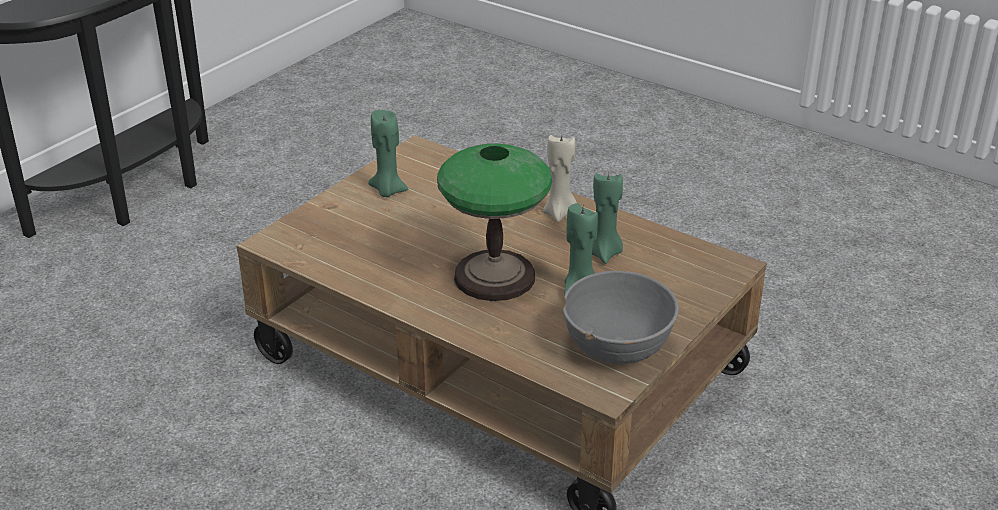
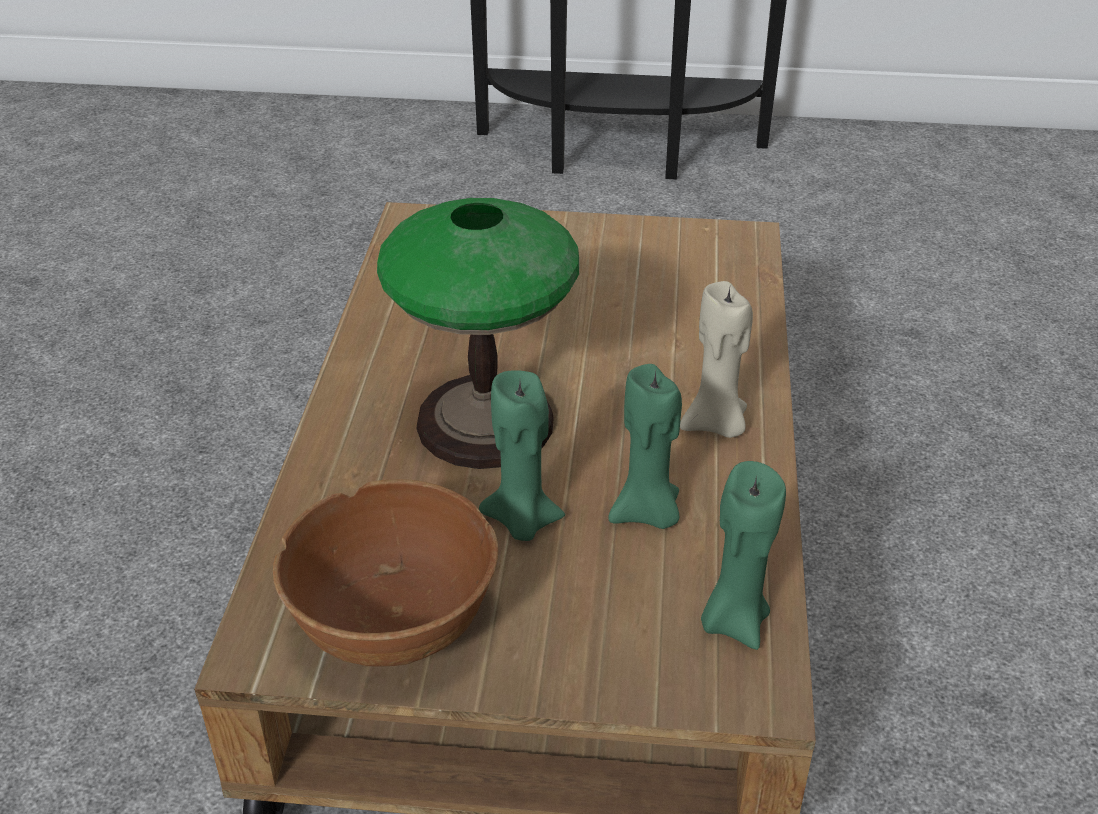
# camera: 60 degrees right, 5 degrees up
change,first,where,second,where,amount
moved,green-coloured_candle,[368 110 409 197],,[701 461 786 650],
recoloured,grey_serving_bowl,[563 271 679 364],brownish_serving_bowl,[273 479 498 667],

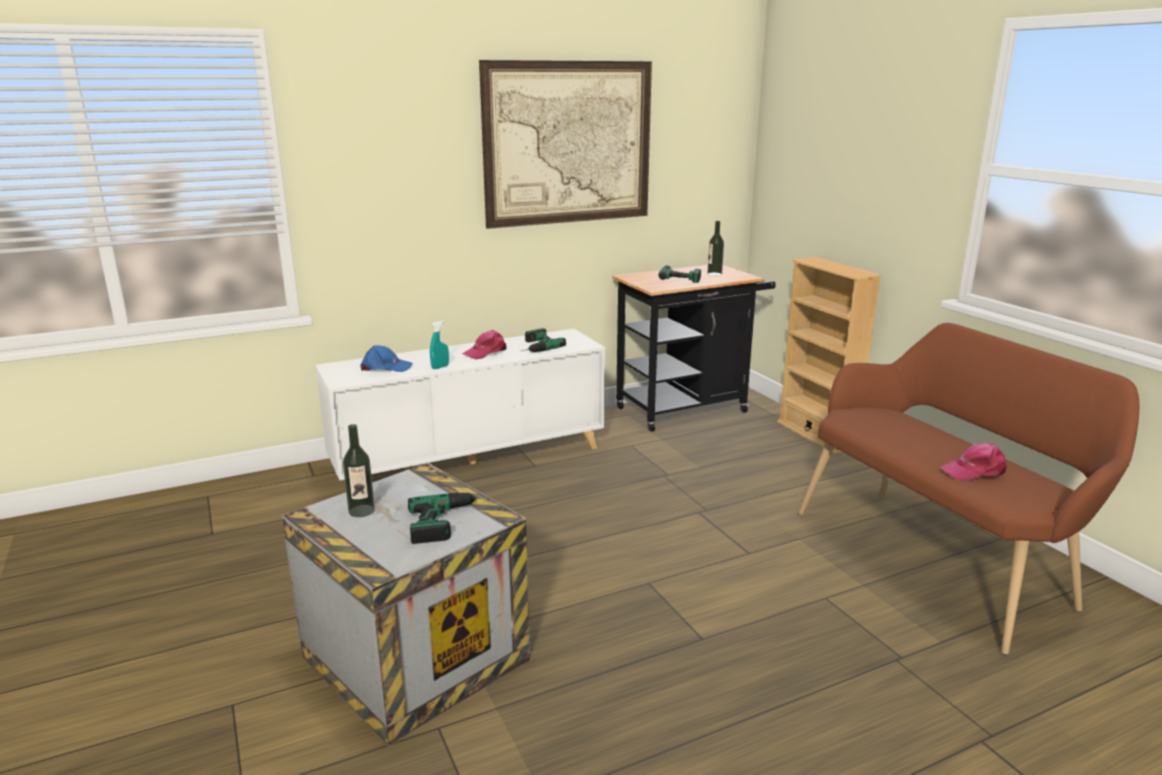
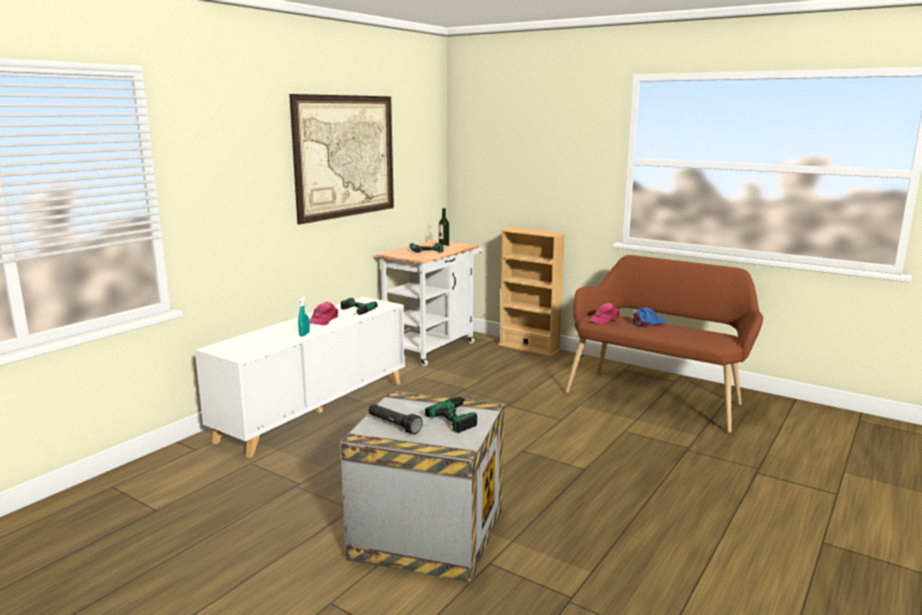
# camera: 30 degrees left, 5 degrees down
change,first,where,second,where,amount
replaced,drink_bottle,[343 424 375 517],blackish_flashlight,[369 404 423 434],
moved,bluish_baseball_cap,[360 346 412 372],,[633 308 665 327],
recoloured,blackish_cart,[612 265 775 432],whitish_cart,[377 240 483 366],
moved,pink_baseball_cap,[939 443 1007 481],,[588 303 620 325],

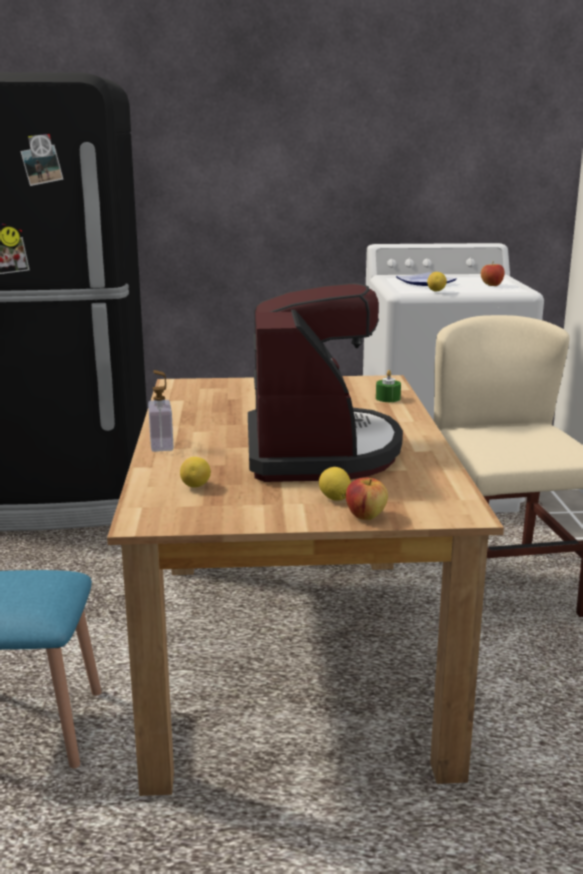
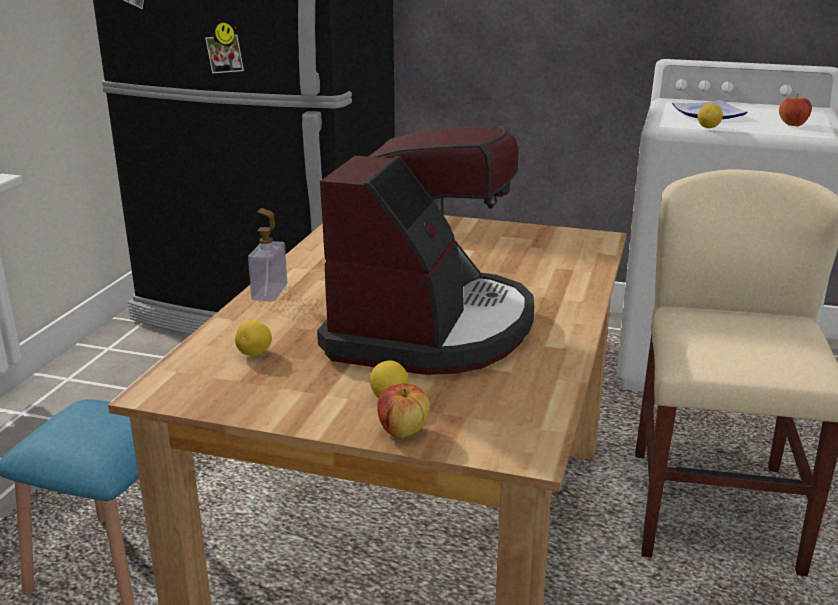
# camera: 20 degrees right, 5 degrees up
change,first,where,second,where,amount
removed,green-coloured_candle,[376 370 401 402],,,

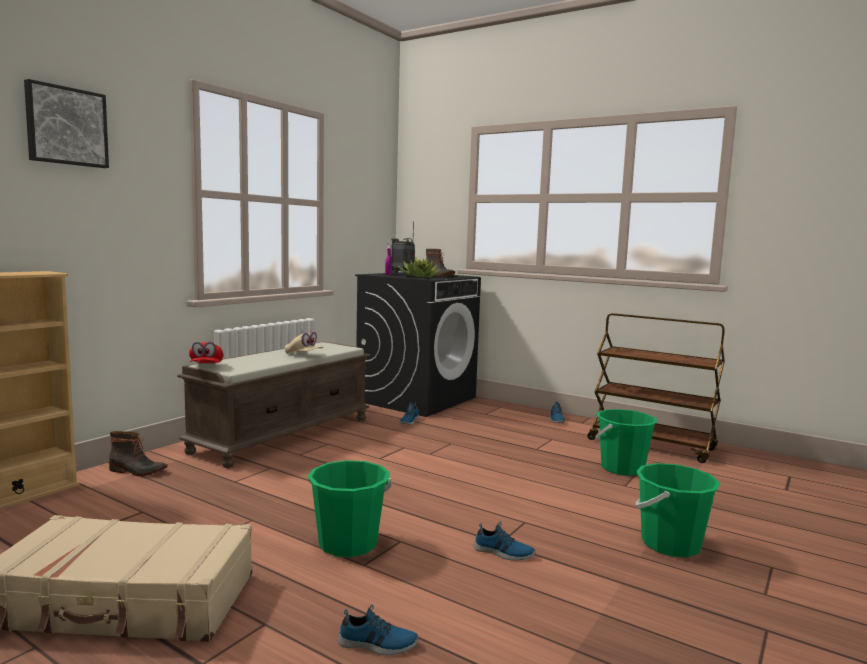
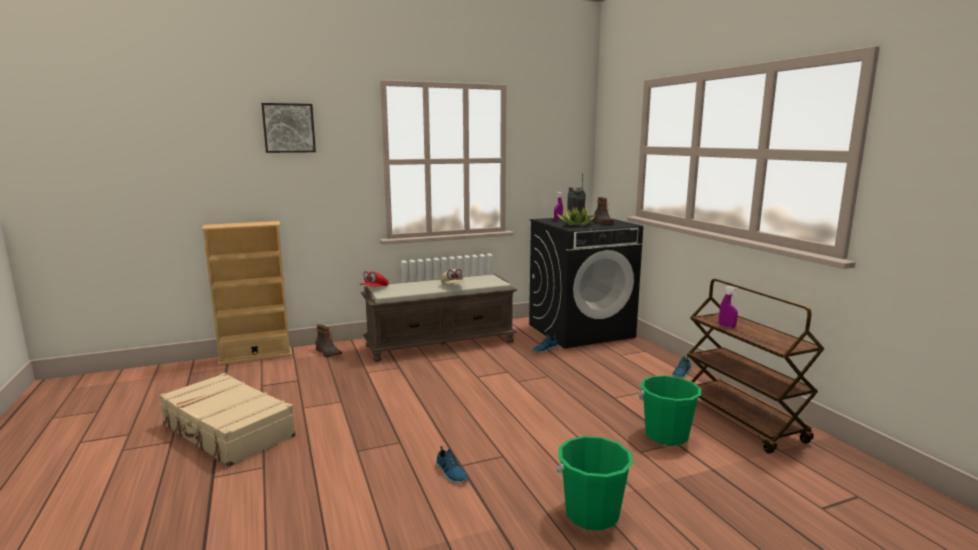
# camera: 35 degrees right, 5 degrees up
change,first,where,second,where,amount
removed,green-coloured_water_bucket,[308 460 391 557],,,
removed,item_of_footwear,[338 605 418 655],,,
added,,,purple_hand_sprayer,[719 286 738 328],

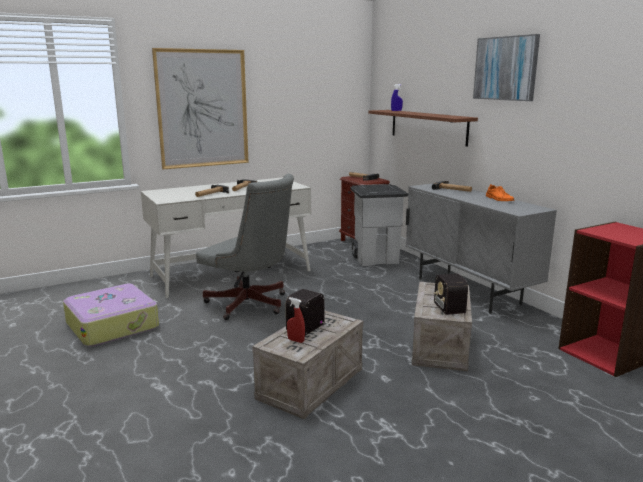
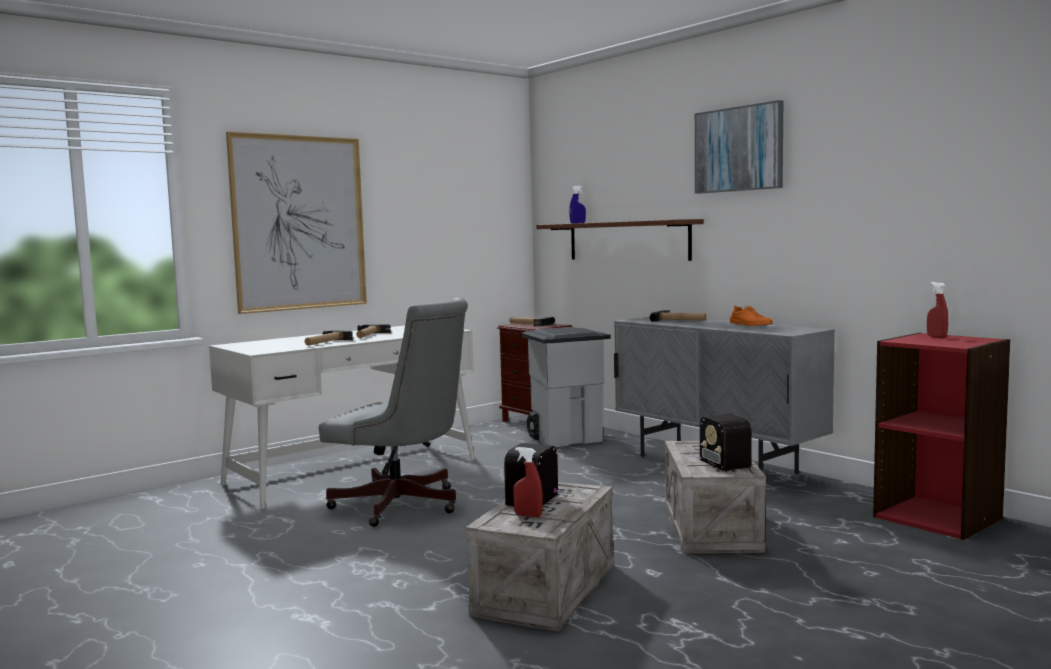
# camera: 10 degrees left, 10 degrees down
change,first,where,second,where,amount
removed,piece_of_luggage,[63 284 159 347],,,
added,,,reddish_hand_sprayer,[927 282 948 338],

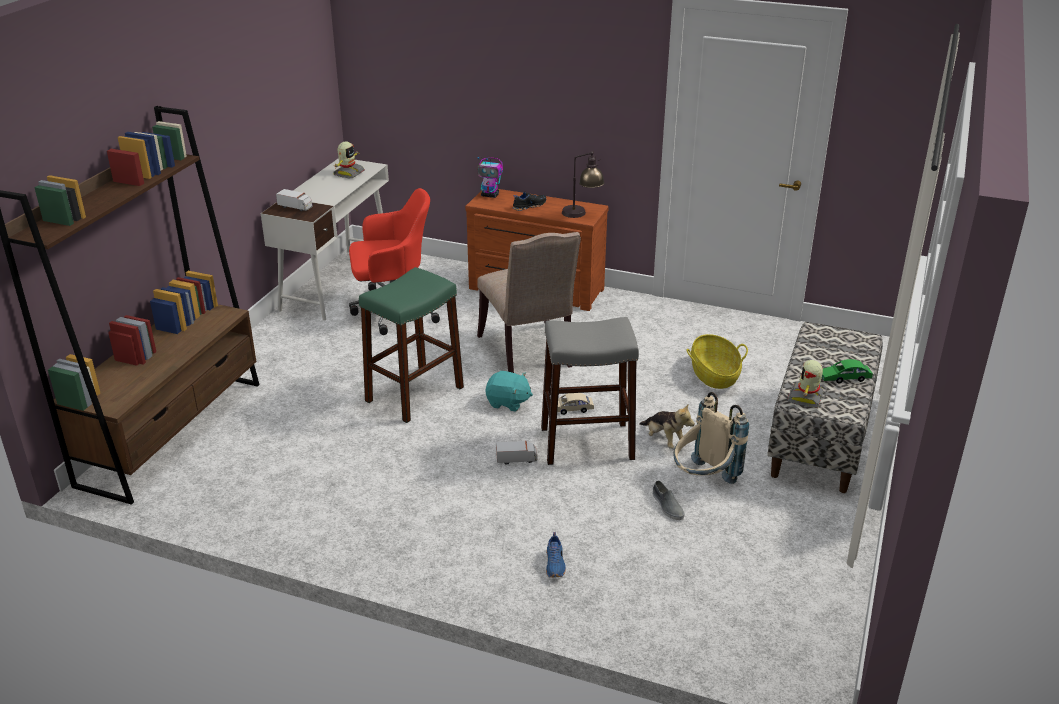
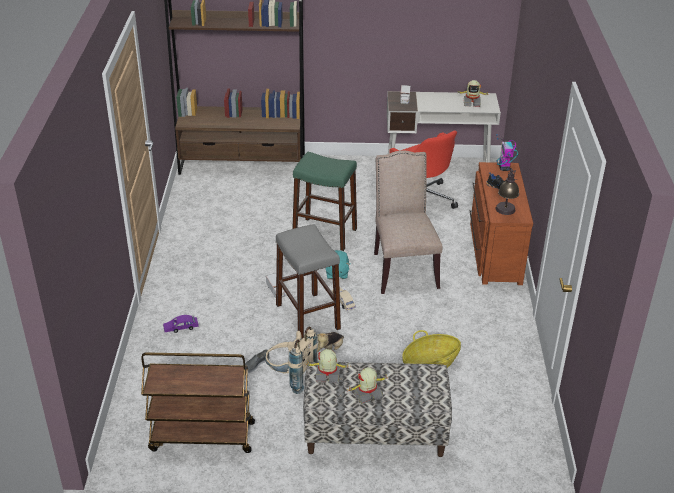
# camera: 70 degrees right, 5 degrees up
change,first,where,second,where,amount
turned,beige_upright_chair,[477 232 581 373],,[374 150 442 294],120 degrees clockwise
replaced,bluish_item_of_footwear,[546 532 566 577],purple_toy_car,[163 315 199 333],
replaced,green-coloured_toy_car,[822 359 873 383],model_robot,[349 367 388 404],
added,,,brownish_cart,[141 352 255 453],

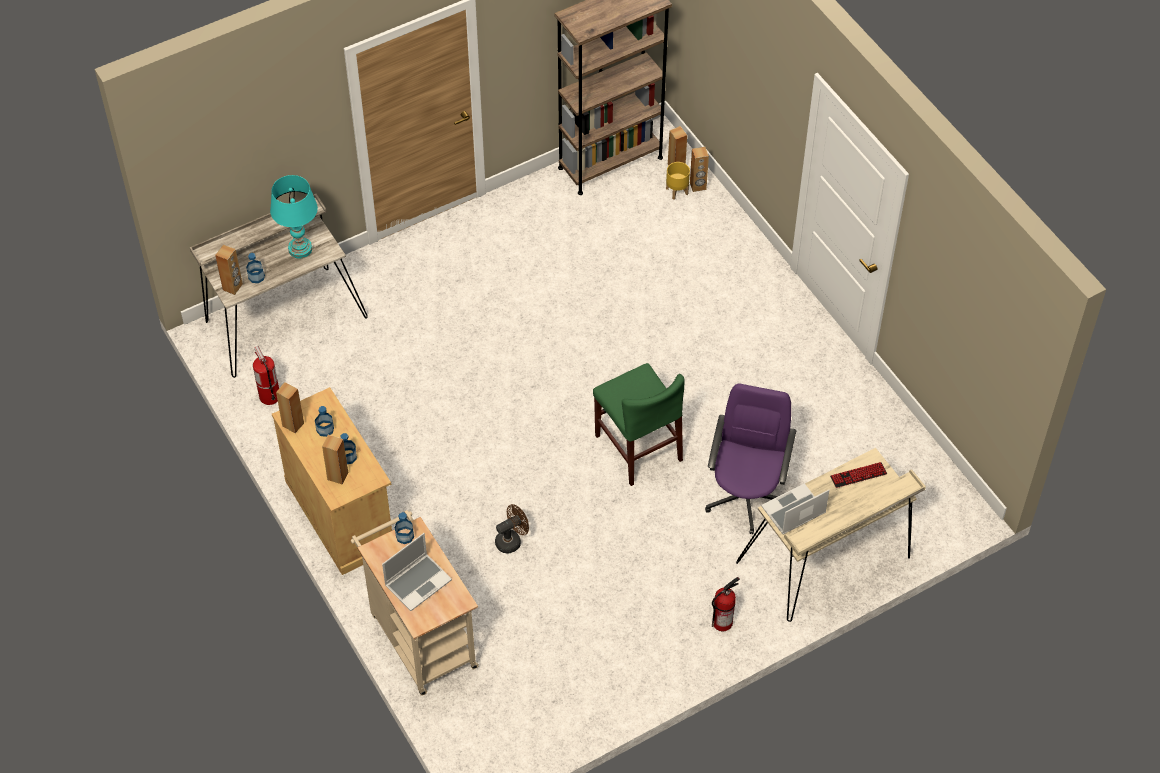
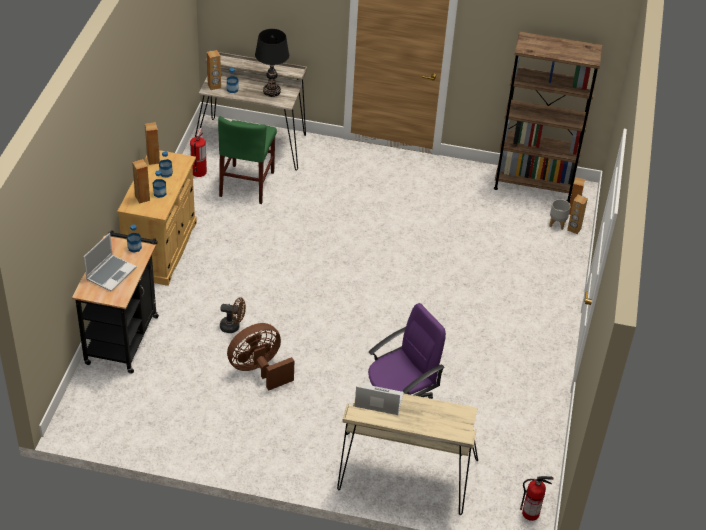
# camera: 40 degrees right, 10 degrees down
change,first,where,second,where,amount
recoloured,turquoise_tabletop_lamp,[270 175 318 259],blackish_tabletop_lamp,[255 29 289 97],
recoloured,beige_cart,[351 510 479 696],blackish_cart,[72 230 159 374],
turned,portable_computer,[382 533 452 611],,[84 233 136 292],60 degrees counterclockwise
moved,green-coloured_upright_chair,[593 363 684 486],,[218 116 277 204],
recoloured,yellow_plant_pot,[666 162 690 200],grey_plant_pot,[549 199 571 230],
moved,extinguisher,[712 577 740 631],,[520 476 553 521],
removed,computer_keyboard,[830 462 887 488],,,
added,,,brownish_cooling_fan,[227 323 294 390],

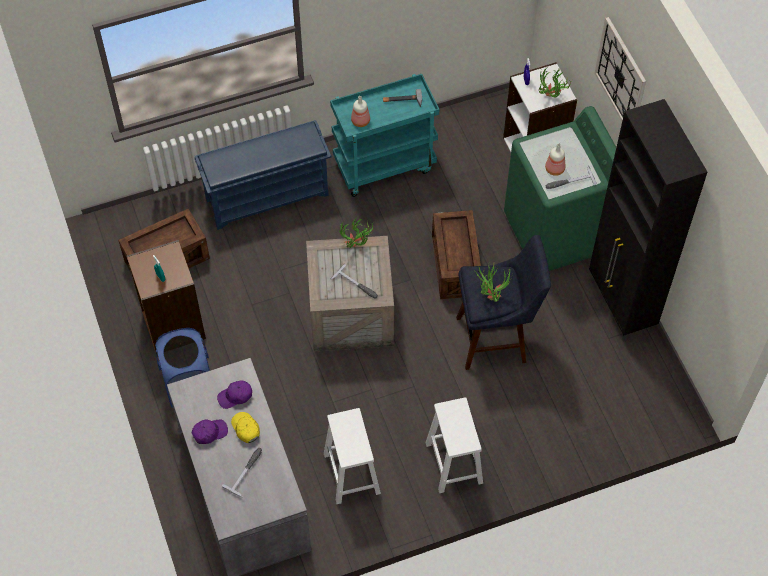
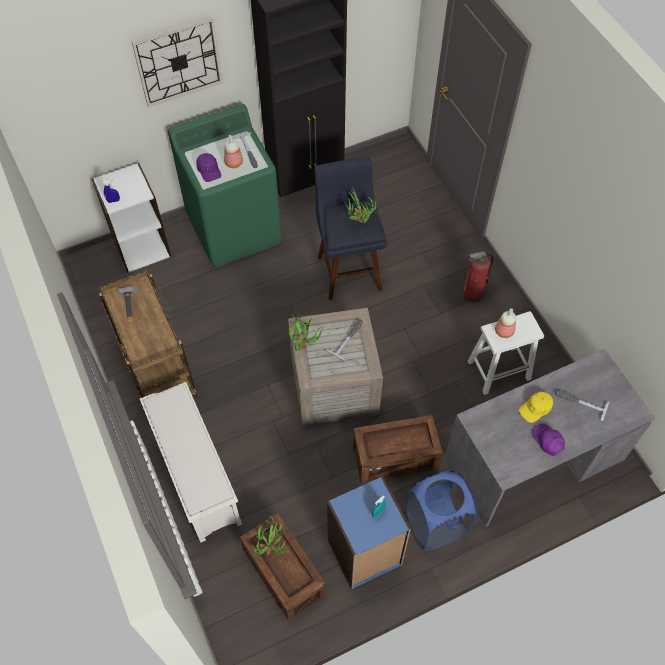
# camera: 95 degrees left, 0 degrees up
change,first,where,second,where,amount
recoloured,brownish_bookshelf,[127 240 206 354],bluish_bookshelf,[327 476 411 589],
recoloured,bluish_shoe_rack,[195 120 331 230],whitish_shoe_rack,[140 382 242 543],
moved,purple_baseball_cap,[217 380 252 409],,[196 153 221 182],
recoloured,turquoise_cart,[330 74 439 197],brownish_cart,[99 270 198 398],
moved,drink_bottle,[351 96 370 127],,[495 308 516 338],
replaced,whitish_sitting_stool,[425 397 483 493],extinguisher,[463 251 493 303],
moved,shipping_crate,[432 210 481 299],,[353 415 443 483],
moved,potted_plant,[539 67 572 97],,[254 515 290 555],

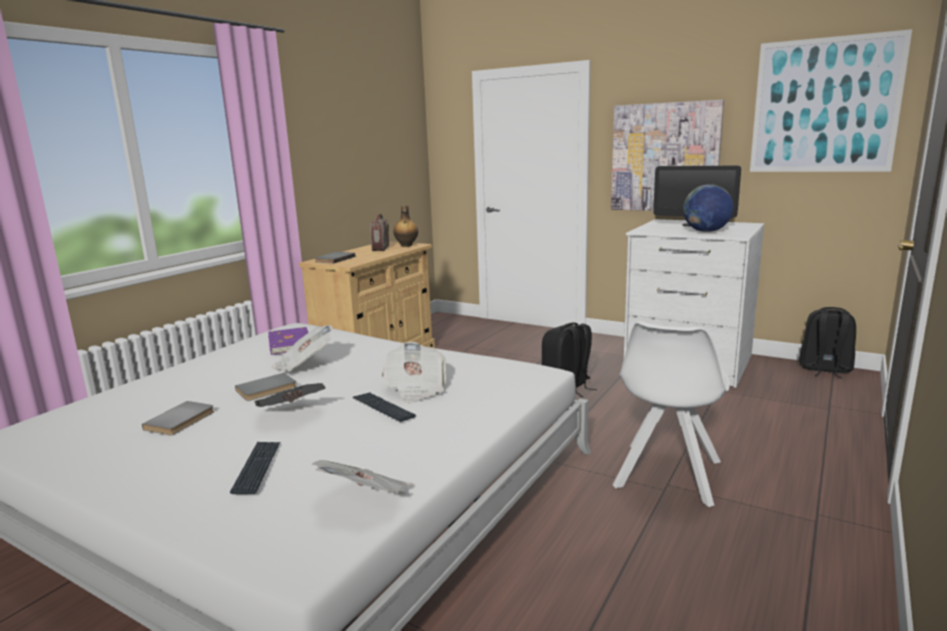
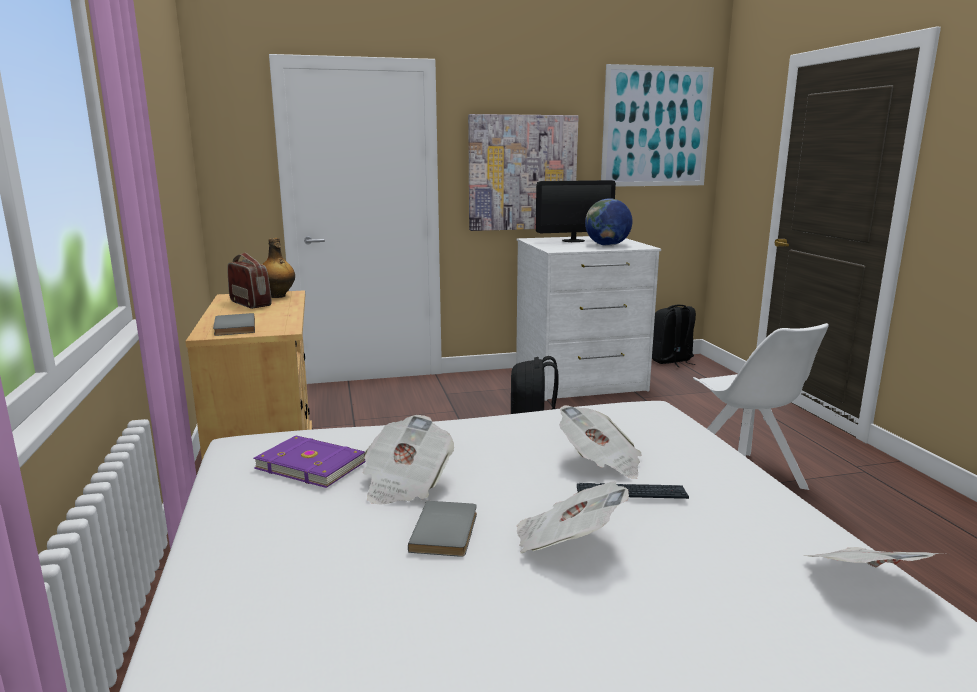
# camera: 45 degrees left, 0 degrees up
change,first,where,second,where,amount
removed,grey_book,[142 401 214 435],,,
removed,computer_keyboard,[230 442 280 494],,,

